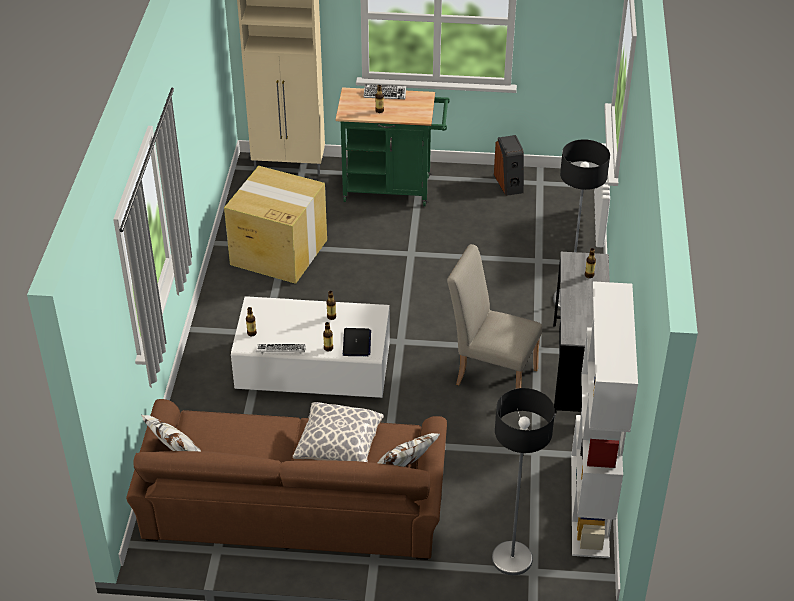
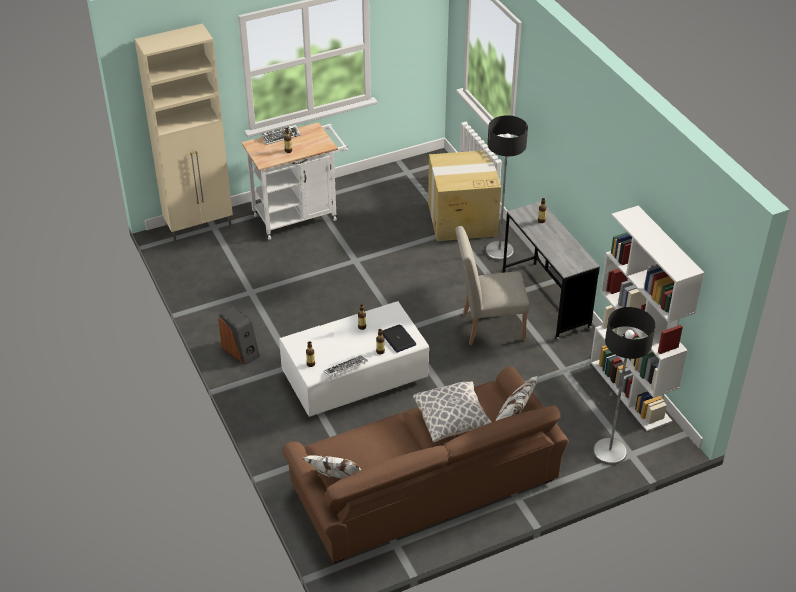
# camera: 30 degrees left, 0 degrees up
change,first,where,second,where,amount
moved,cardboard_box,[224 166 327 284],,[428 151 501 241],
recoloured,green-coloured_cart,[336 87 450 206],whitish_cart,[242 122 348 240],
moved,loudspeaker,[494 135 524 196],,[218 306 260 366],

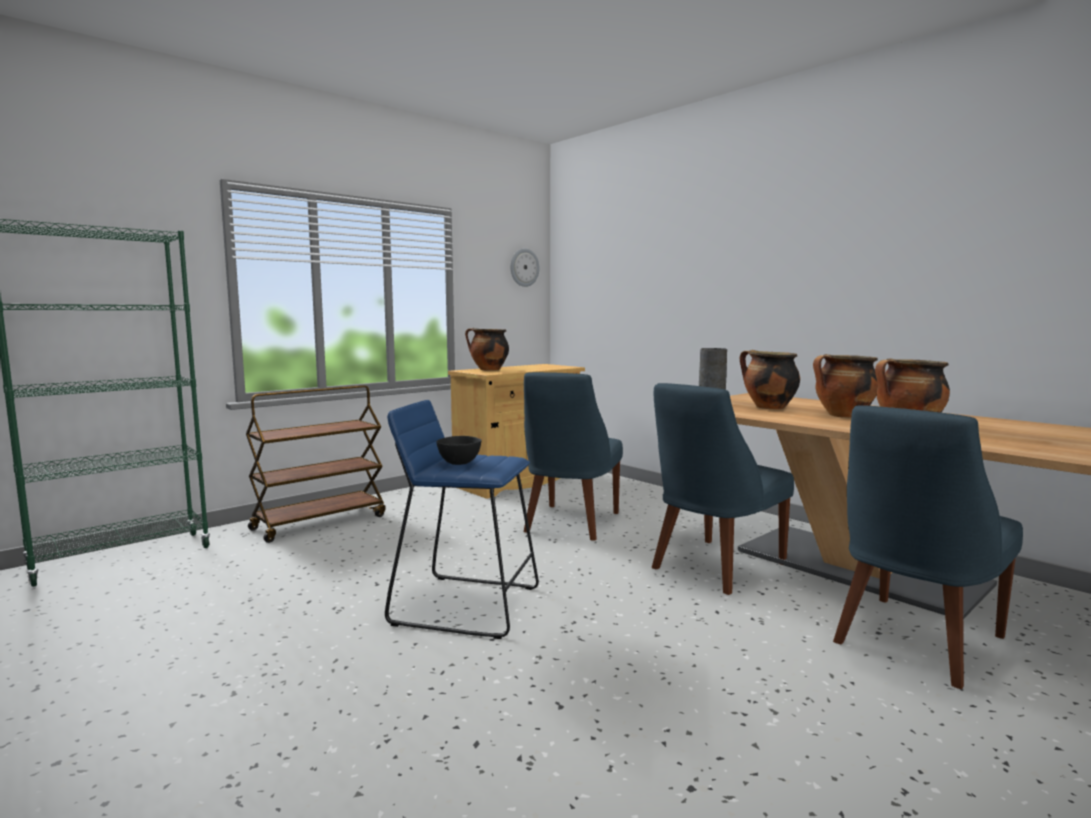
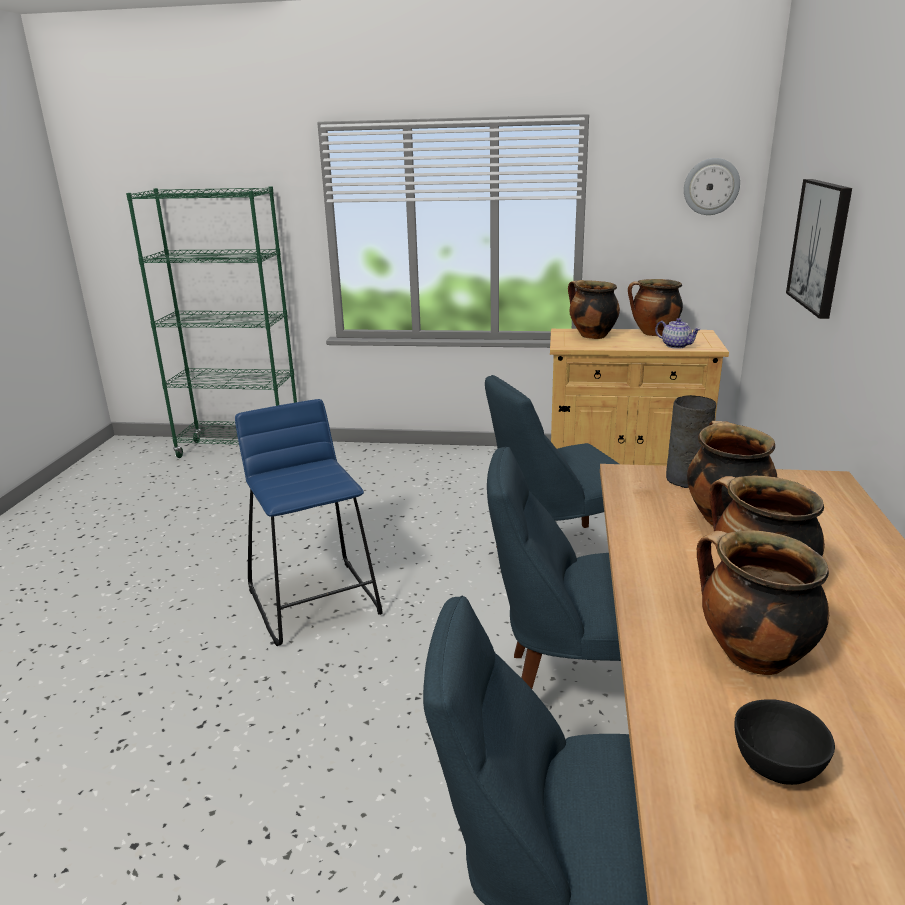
# camera: 50 degrees right, 15 degrees up
change,first,where,second,where,amount
removed,brownish_cart,[246 385 386 543],,,
moved,blackish_serving_bowl,[436 436 482 465],,[735 699 835 785],
added,,,saucepot,[628 279 683 336],
added,,,tea_pot,[655 318 701 349],
added,,,picture,[786 179 852 319],

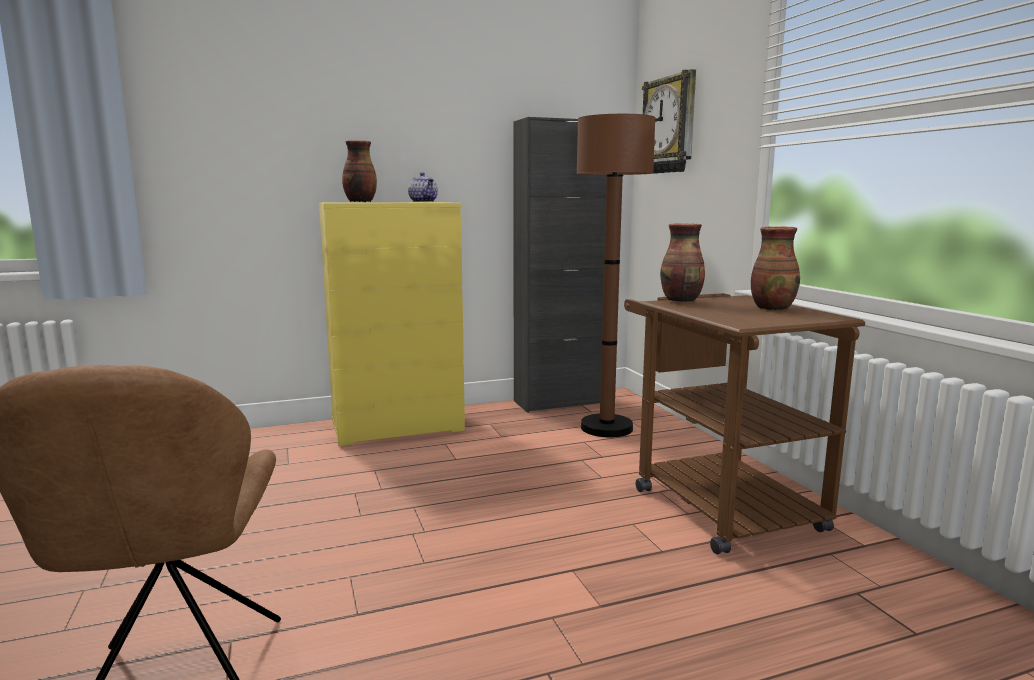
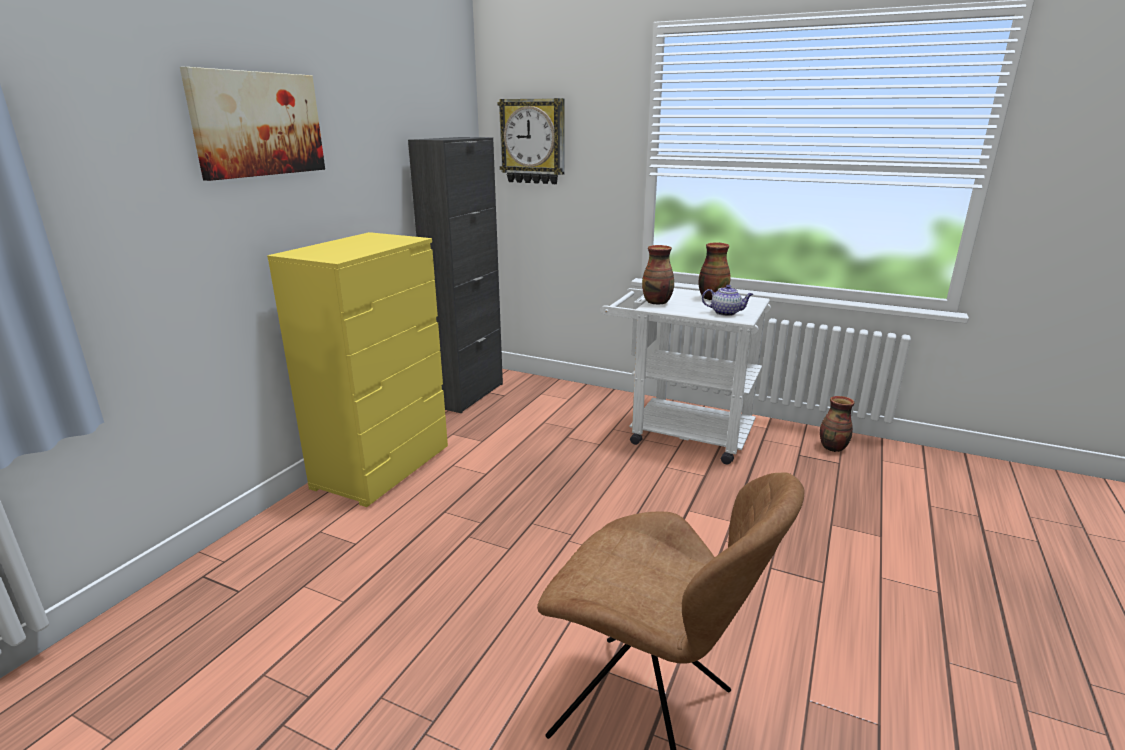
# camera: 45 degrees left, 10 degrees up
change,first,where,second,where,amount
moved,decorative_vase,[342 140 377 202],,[820 396 855 452],
moved,tea_pot,[408 172 438 202],,[702 285 753 316],
removed,brownish_standard_lamp,[577 114 656 437],,,
recoloured,brownish_cart,[624 293 865 554],whitish_cart,[601 288 771 464],
added,,,picture,[180 67 325 181],

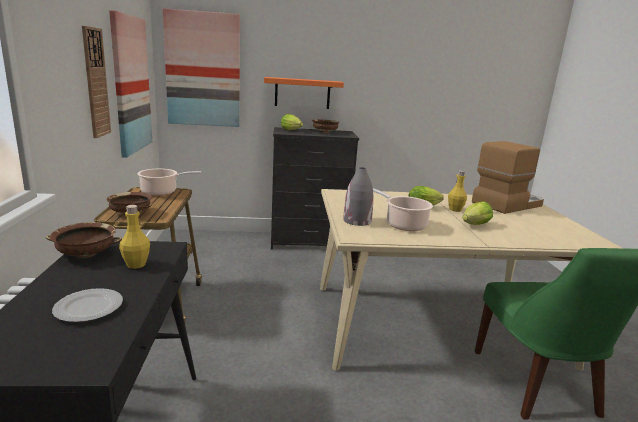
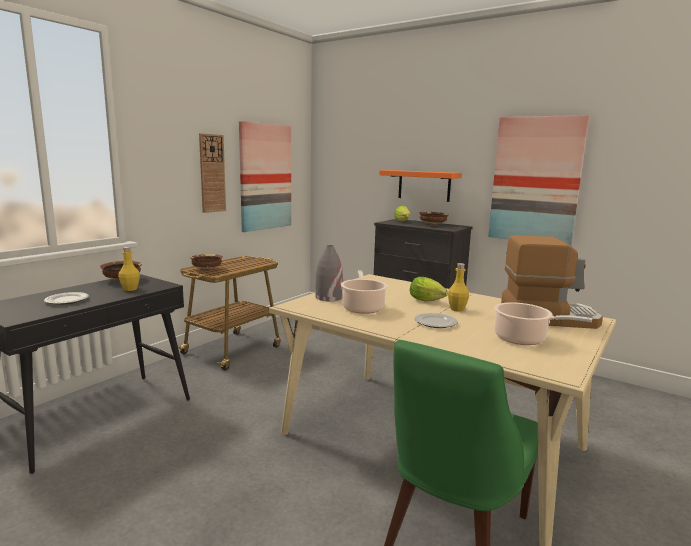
# camera: 40 degrees right, 5 degrees down
change,first,where,second,where,amount
moved,saucepot,[137 169 201 196],,[494 302 592 345],
moved,picture,[163 8 240 127],,[488 115 589 246],
replaced,lettuce_head,[463 201 493 225],flat_dish,[415 313 458 328],

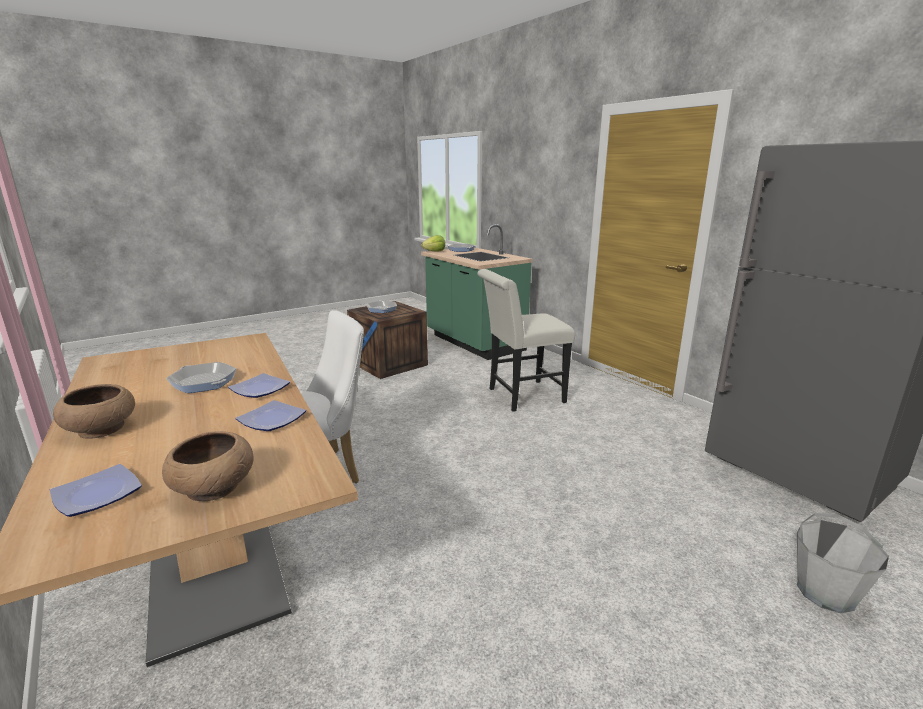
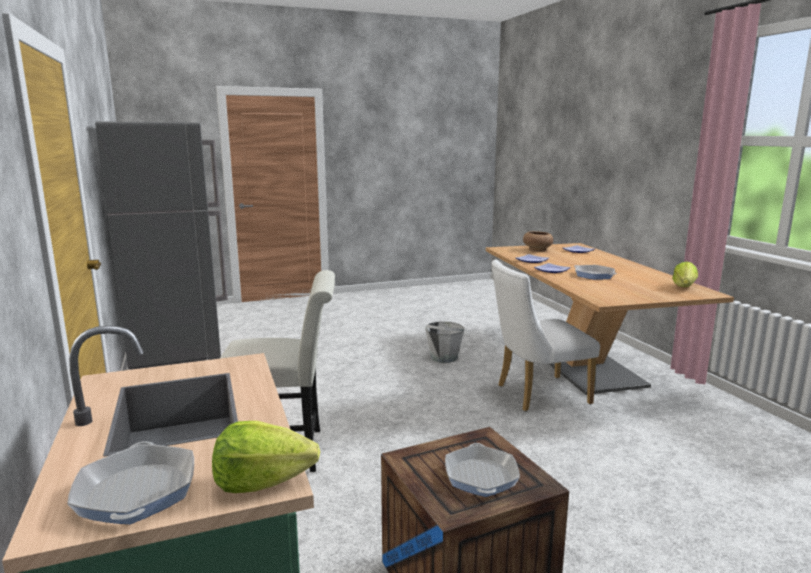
# camera: 165 degrees left, 5 degrees down
change,first,where,second,where,amount
removed,brownish_serving_bowl,[53 384 135 439],,,
moved,grey_water_bucket,[797 513 889 613],,[425 322 465 363],
added,,,lettuce_head,[672 262 698 287],

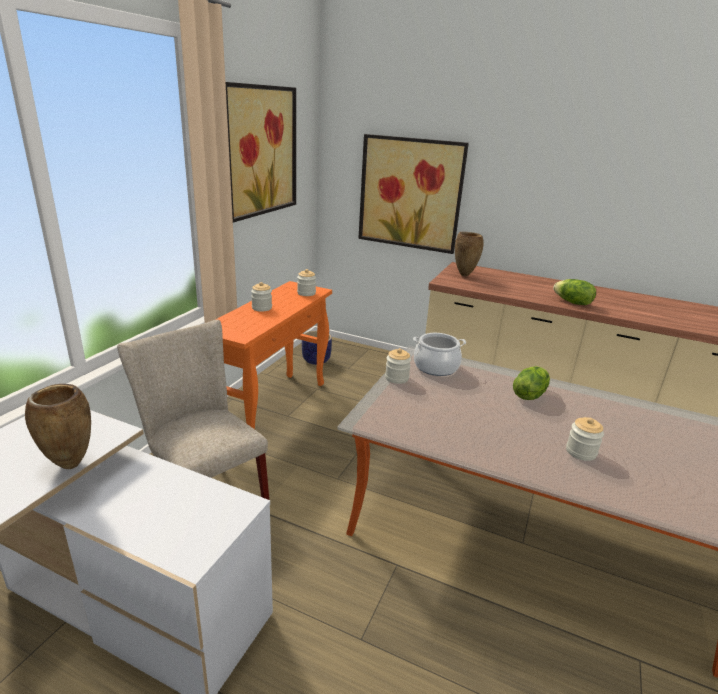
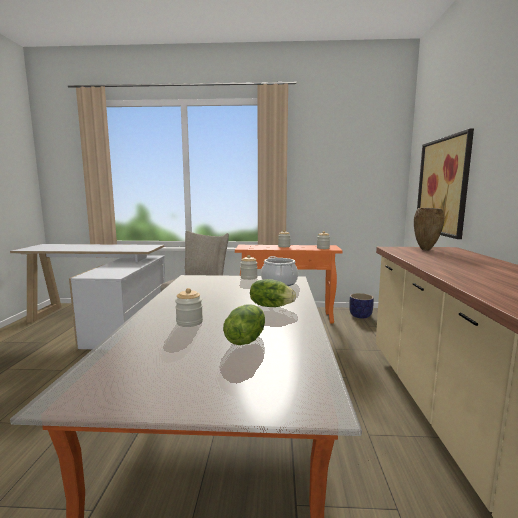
# camera: 70 degrees right, 15 degrees down
change,first,where,second,where,amount
removed,brownish_decorative_vase,[25 384 91 469],,,
removed,picture,[226 82 296 223],,,
moved,lettuce_head,[553 279 596 305],,[223 304 265 345],

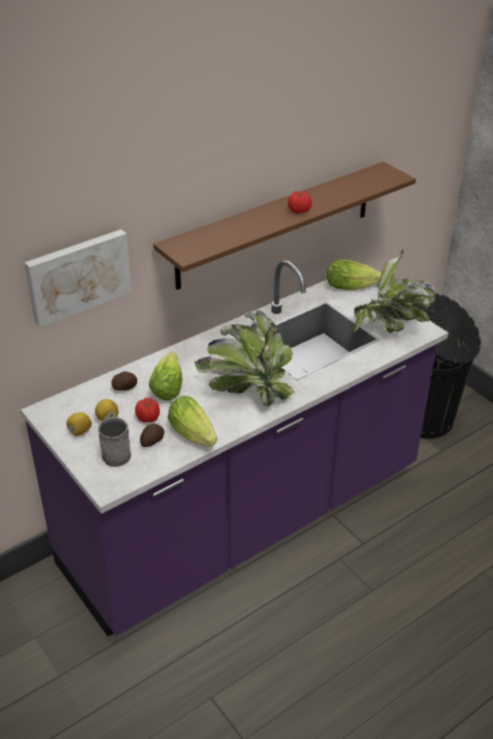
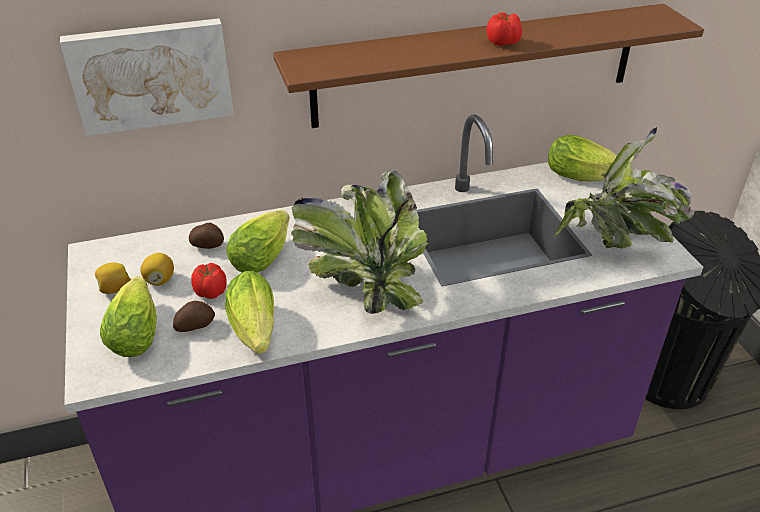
# camera: 20 degrees right, 0 degrees up
change,first,where,second,where,amount
replaced,grey_tea_mug,[98 417 131 467],lettuce_head,[100 277 157 357],

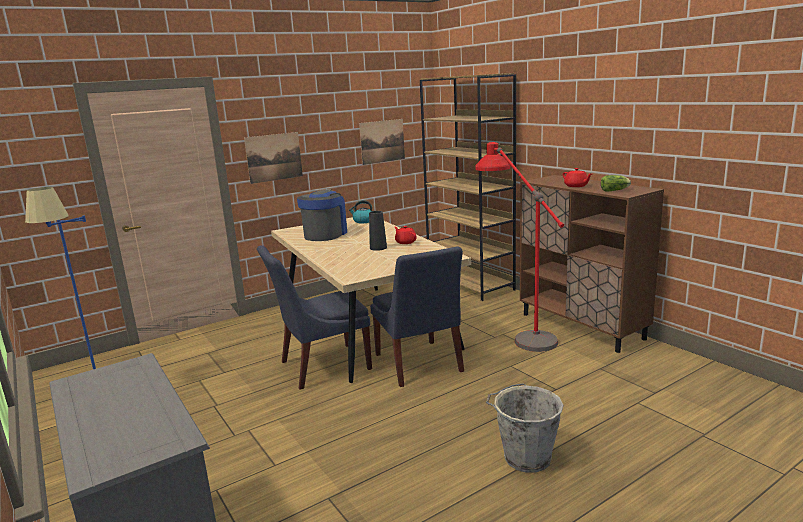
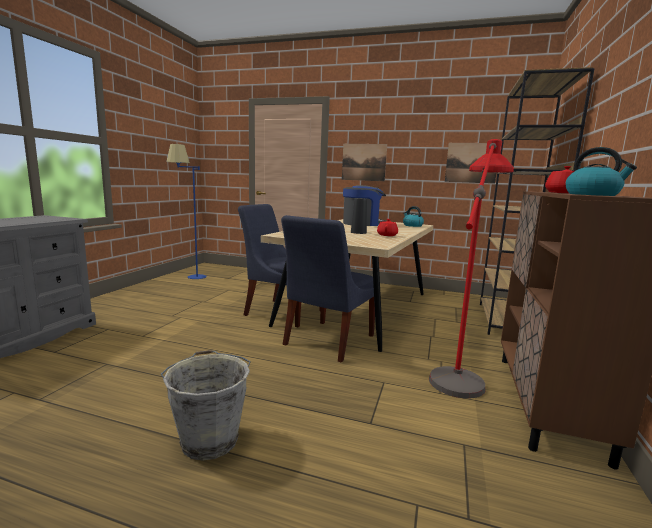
# camera: 50 degrees right, 5 degrees down
change,first,where,second,where,amount
replaced,lettuce_head,[601 175 631 192],water_kettle,[566 147 637 196],

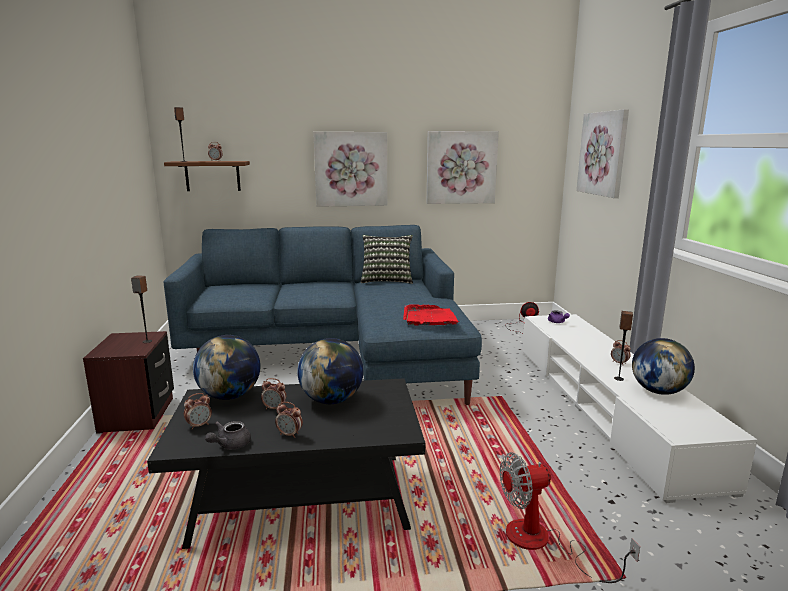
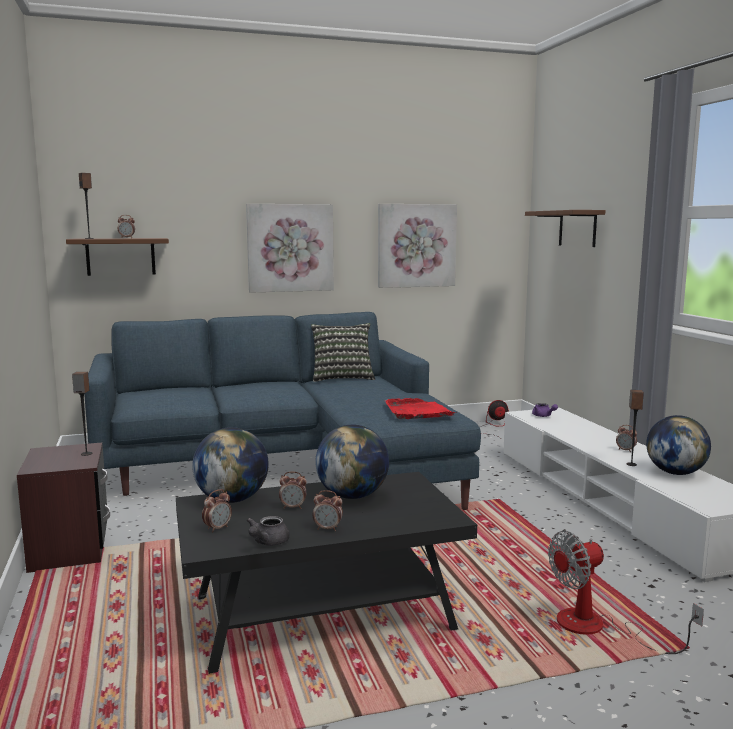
# camera: 10 degrees left, 5 degrees down
change,first,where,second,where,amount
replaced,picture,[576 109 629 198],brownish_wall_shelf,[525 210 606 247],

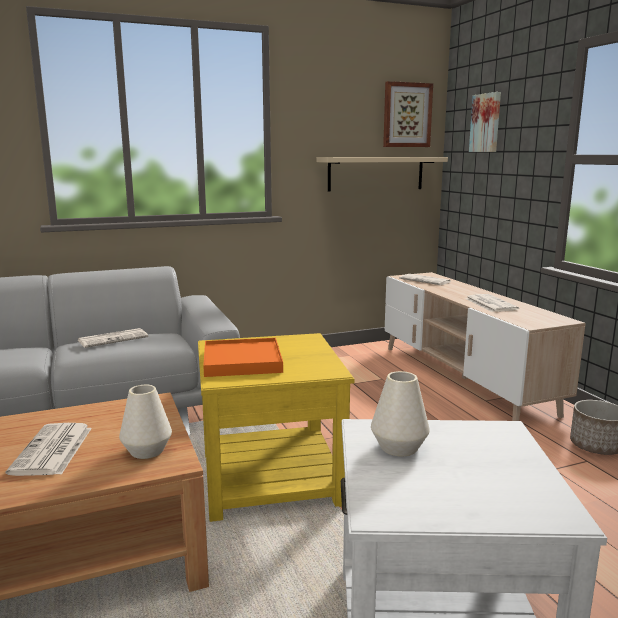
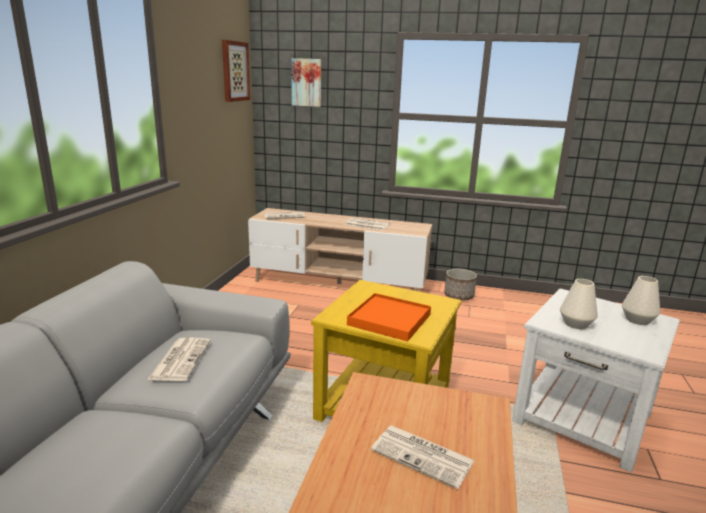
# camera: 55 degrees left, 5 degrees up
change,first,where,second,where,amount
moved,whitish_decorative_vase,[119 385 172 459],,[622 276 660 325],
removed,beige_wall_shelf,[316 157 448 191],,,

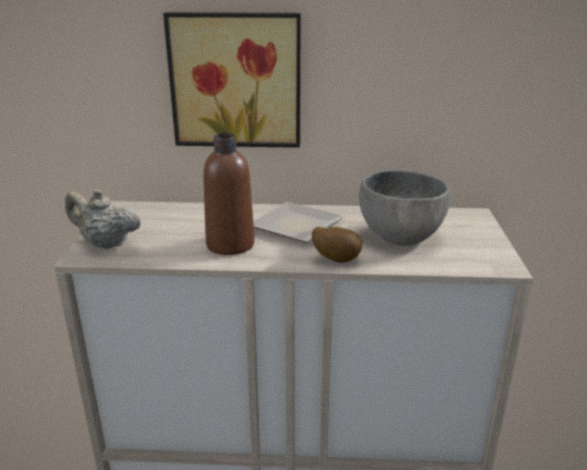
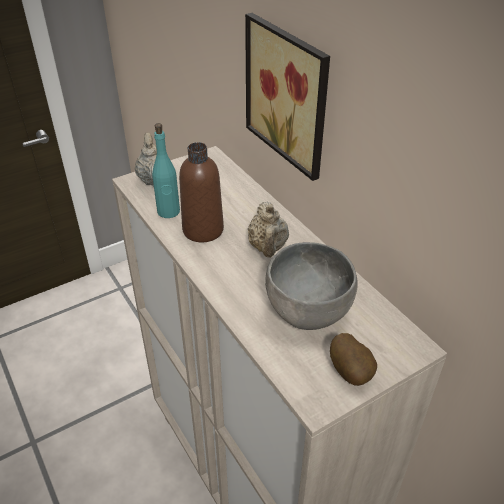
# camera: 55 degrees right, 15 degrees up
change,first,where,second,where,amount
replaced,flat_dish,[253 202 343 243],beige_tea_pot,[248 202 289 257],
moved,spud,[312 227 363 263],,[330 333 377 386],
added,,,turquoise_drink_bottle,[152 123 180 218],

